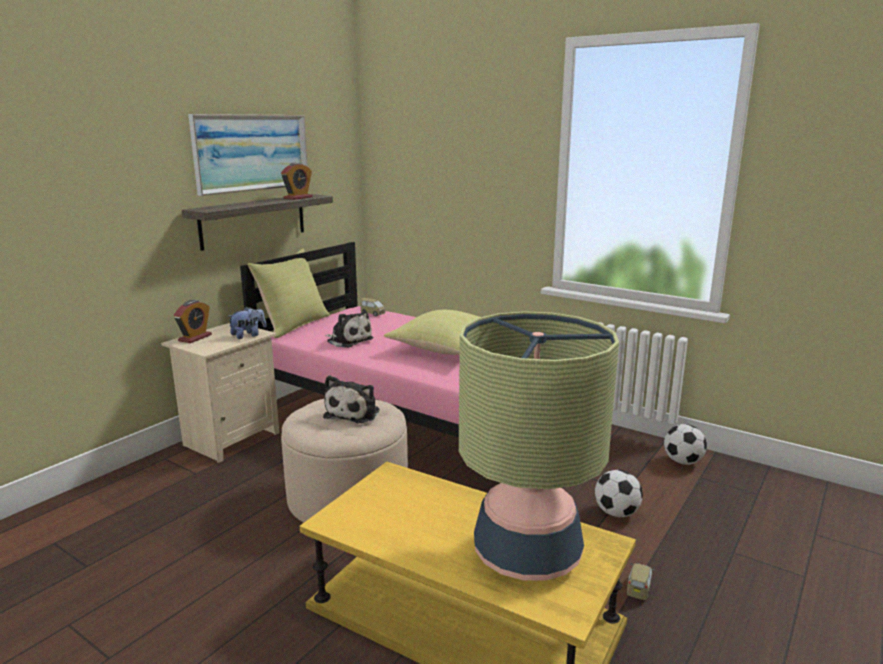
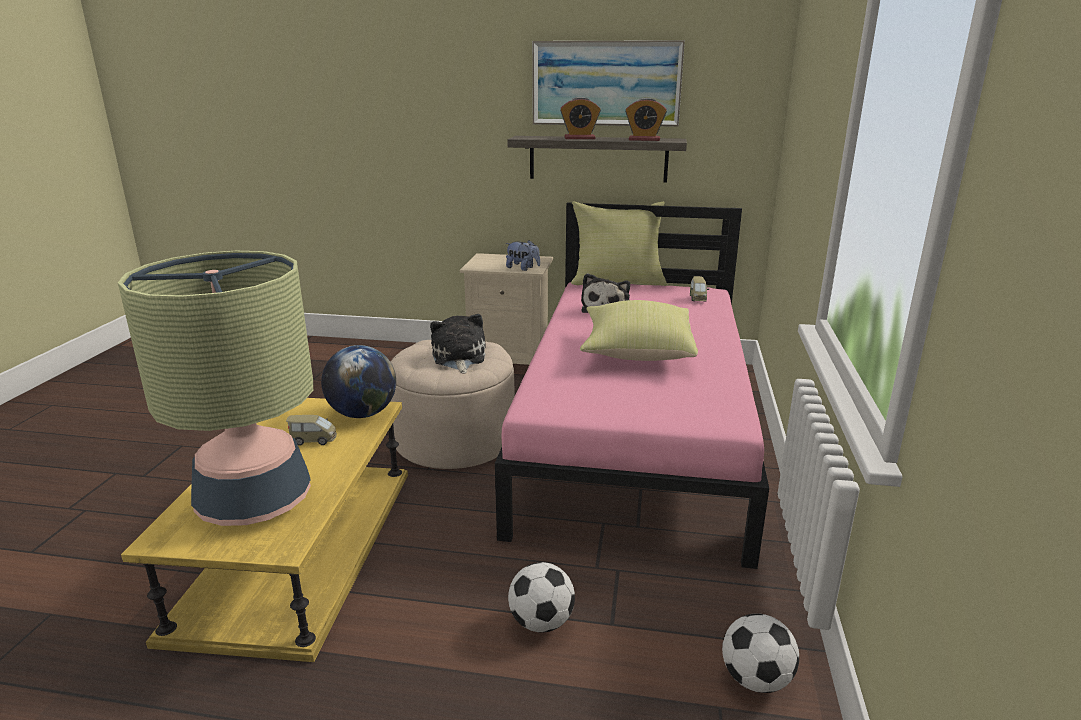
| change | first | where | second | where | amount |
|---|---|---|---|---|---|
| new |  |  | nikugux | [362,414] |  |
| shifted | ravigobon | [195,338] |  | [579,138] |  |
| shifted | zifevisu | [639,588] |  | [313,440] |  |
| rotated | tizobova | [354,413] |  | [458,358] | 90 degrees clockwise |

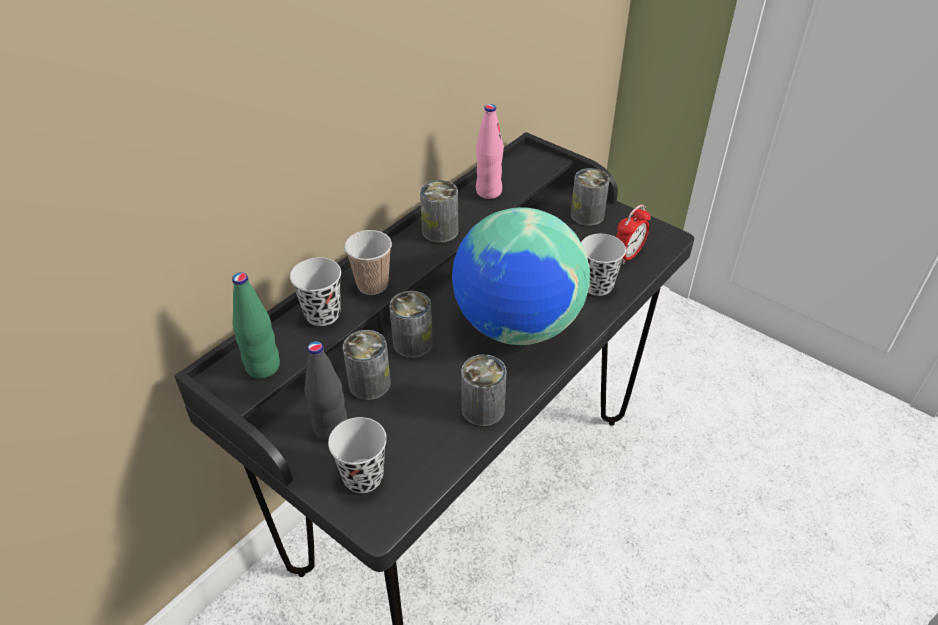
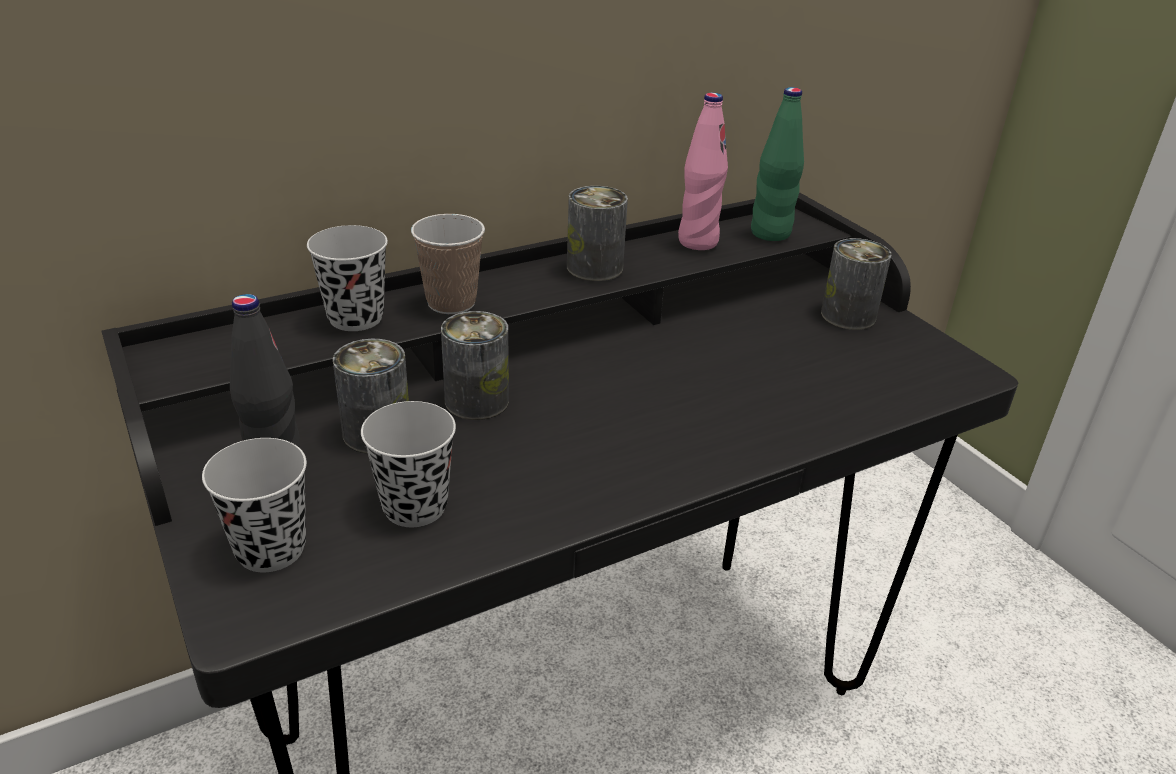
| change | first | where | second | where | amount |
|---|---|---|---|---|---|
| gone | nikugux | [517,325] |  |  |  |
| gone | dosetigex | [483,409] |  |  |  |
| gone | ravigobon | [628,255] |  |  |  |
| shifted | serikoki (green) | [263,367] |  | [770,233] |  |
| shifted | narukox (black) | [597,285] |  | [415,507] |  |

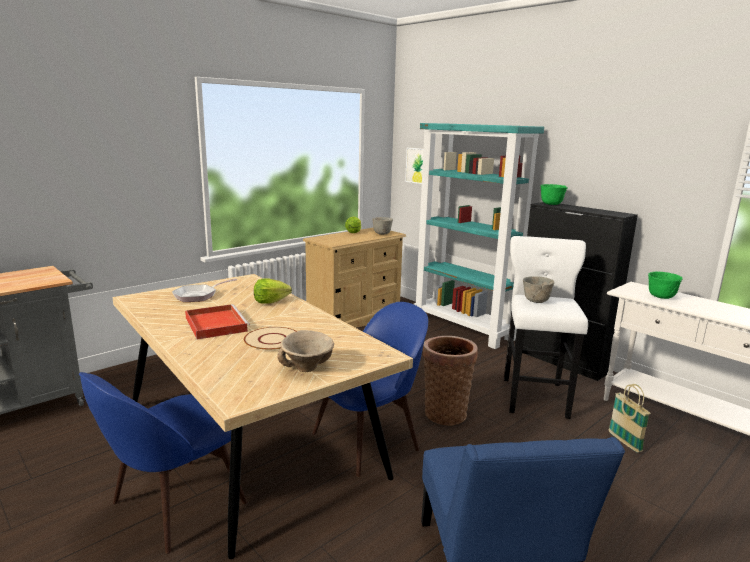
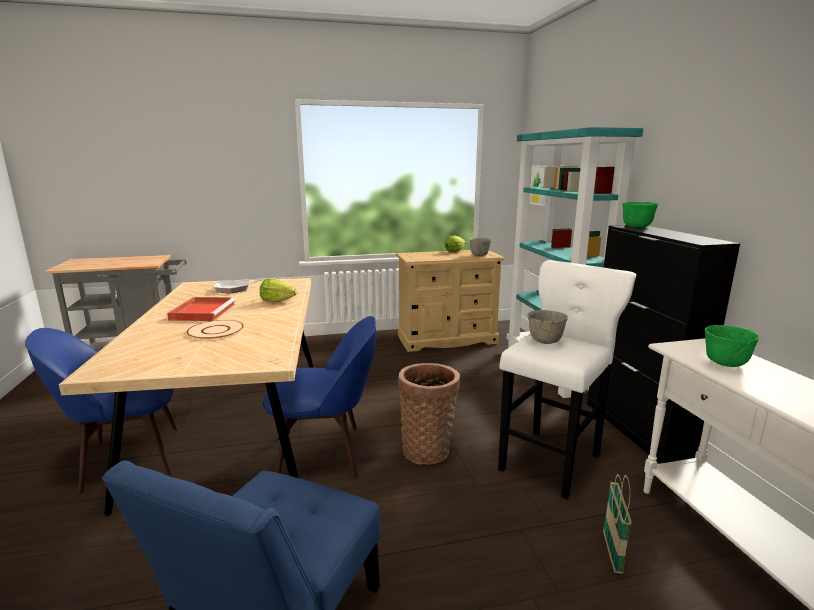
| change | first | where | second | where | amount |
|---|---|---|---|---|---|
| gone | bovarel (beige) | [307,368] |  |  |  |

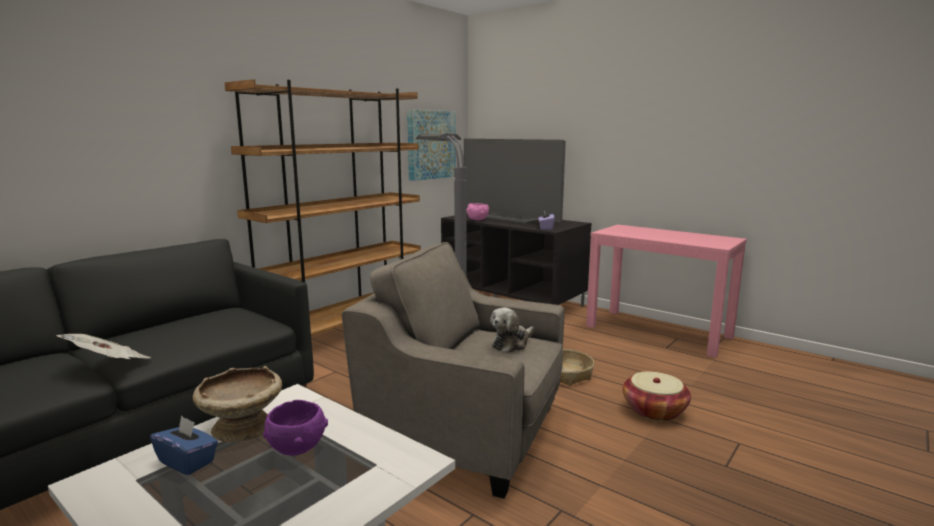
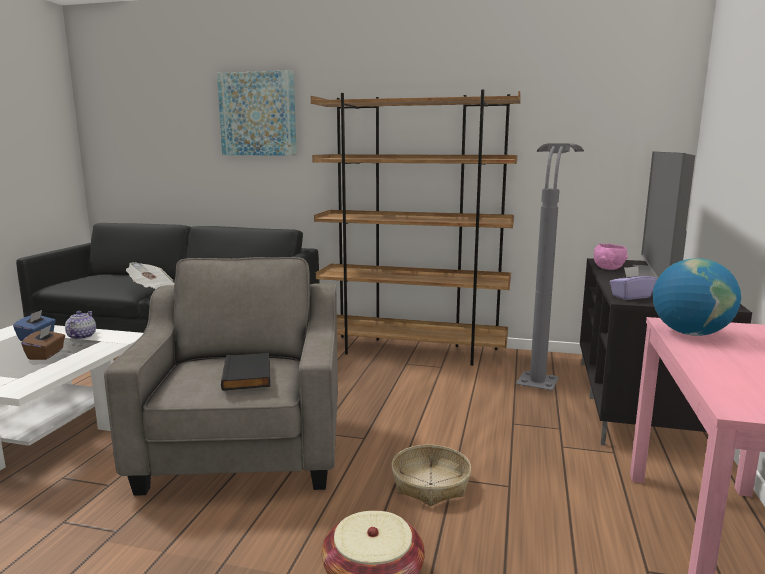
| change | first | where | second | where | amount |
|---|---|---|---|---|---|
| new |  |  | nikugux | [690,333] |  |
| shifted | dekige | [431,144] |  | [258,114] |  |
| swapped | bovarel (beige) | [242,426] | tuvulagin | [81,336] |  |
| swapped | bovarel (purple) | [296,449] | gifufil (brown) | [46,354] |  |
| swapped | tizobova | [511,344] | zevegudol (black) | [249,375] |  |

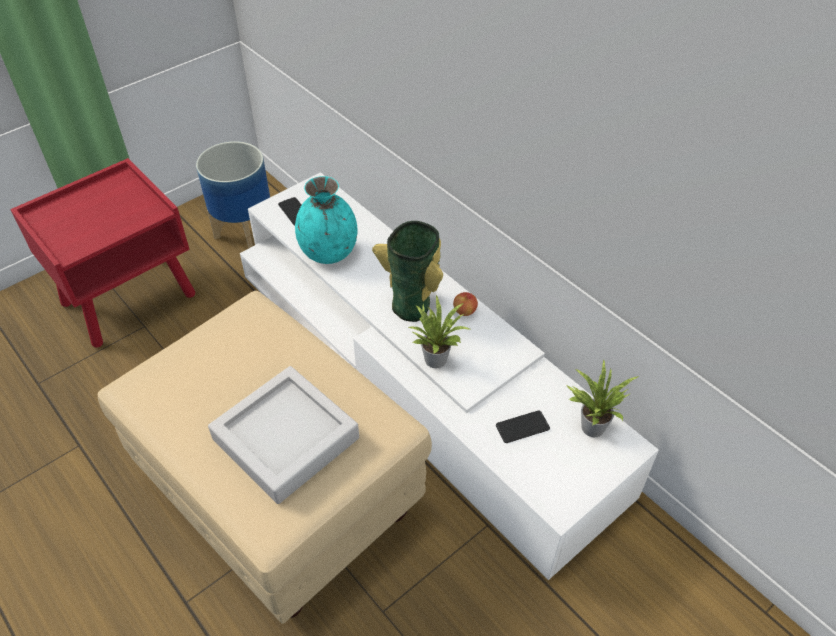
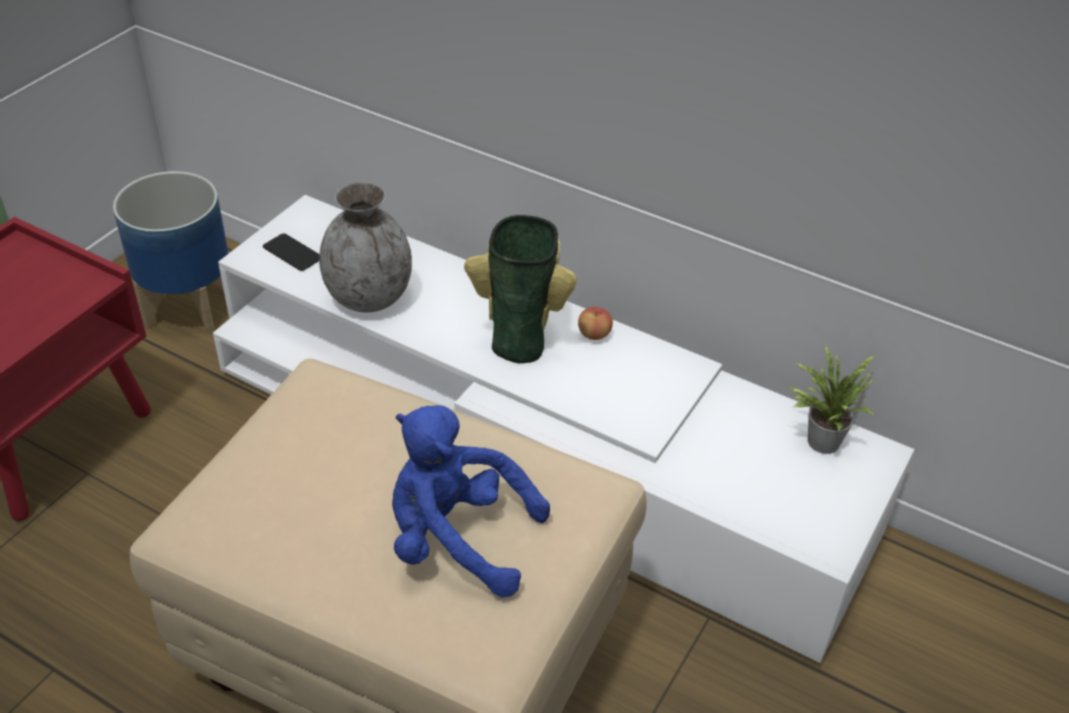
| change | first | where | second | where | amount |
|---|---|---|---|---|---|
| gone | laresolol | [436,357] |  |  |  |
| gone | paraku | [522,427] |  |  |  |
| swapped | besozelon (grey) | [286,439] | tizobova (blue) | [456,539] |  |
| repainted | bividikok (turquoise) | [329,253] | bividikok (grey) | [369,297] |  |

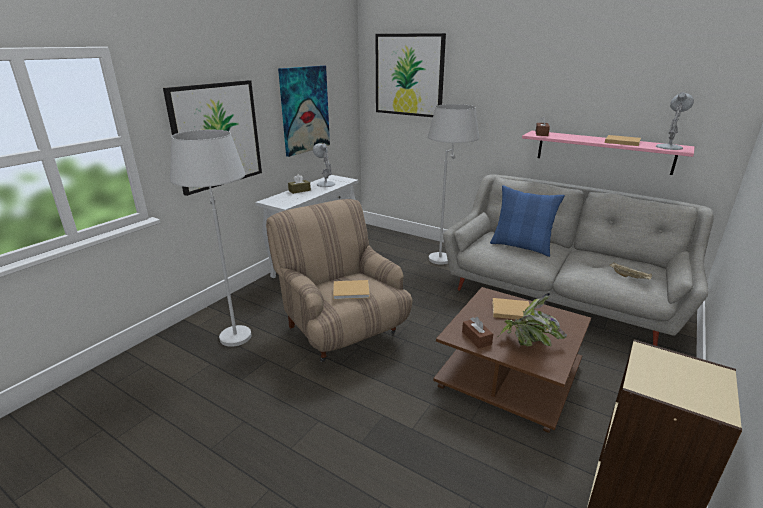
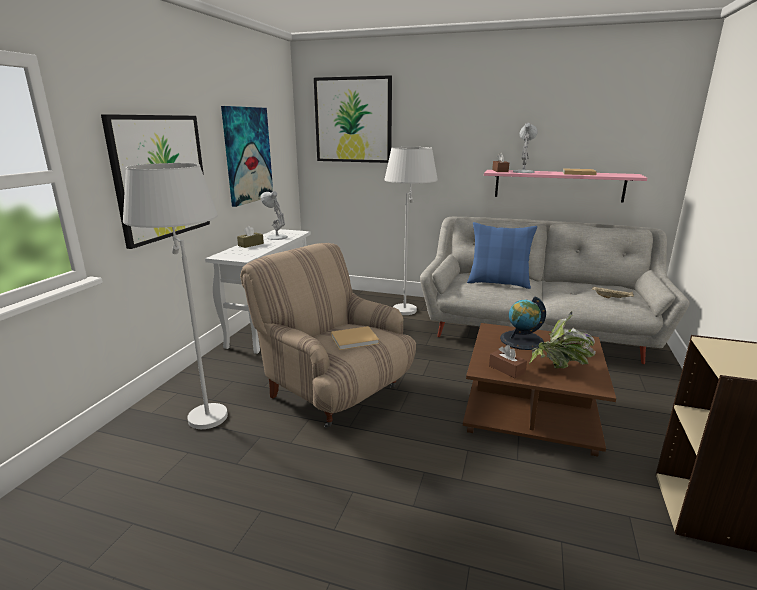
| change | first | where | second | where | amount |
|---|---|---|---|---|---|
| shifted | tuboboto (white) | [669,147] |  | [523,172] |  |
| swapped | zevegudol (beige) | [509,310] | nikugux | [521,340] |  |

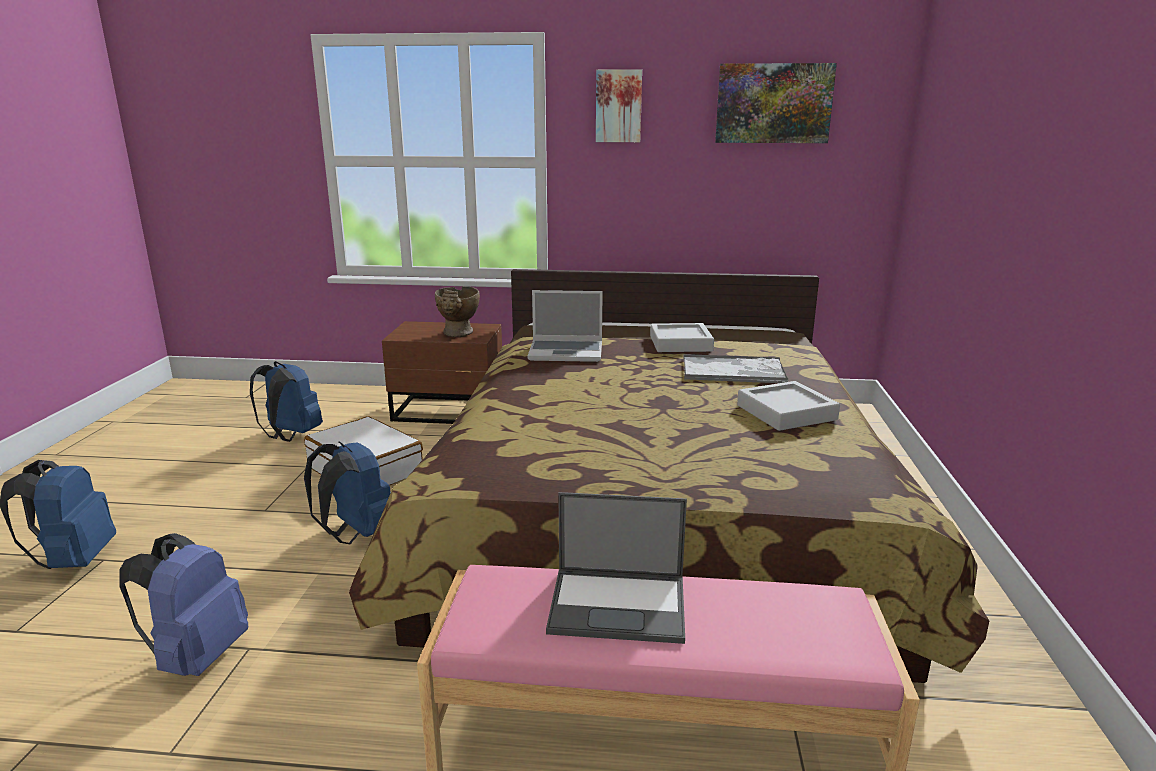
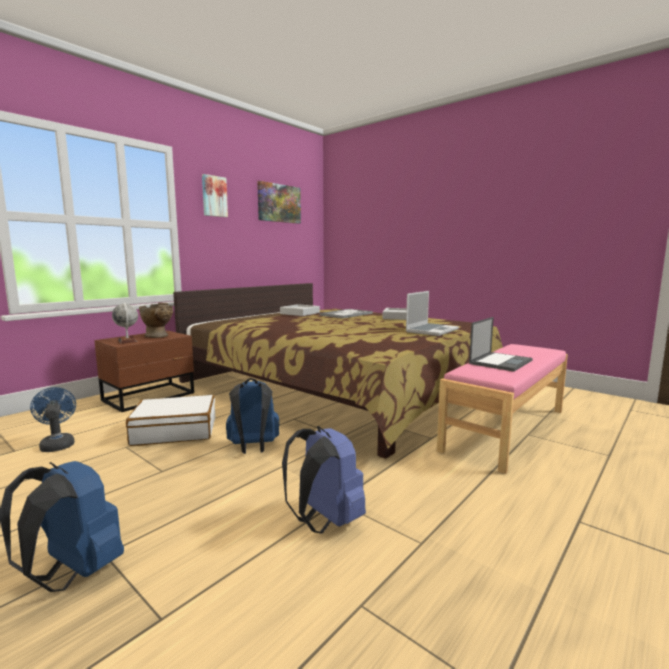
| change | first | where | second | where | amount |
|---|---|---|---|---|---|
| new |  |  | nikugux | [127,341] |  |
| shifted | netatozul | [567,352] |  | [431,330] |  |
| swapped | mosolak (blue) | [290,435] | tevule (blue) | [57,444] |  |

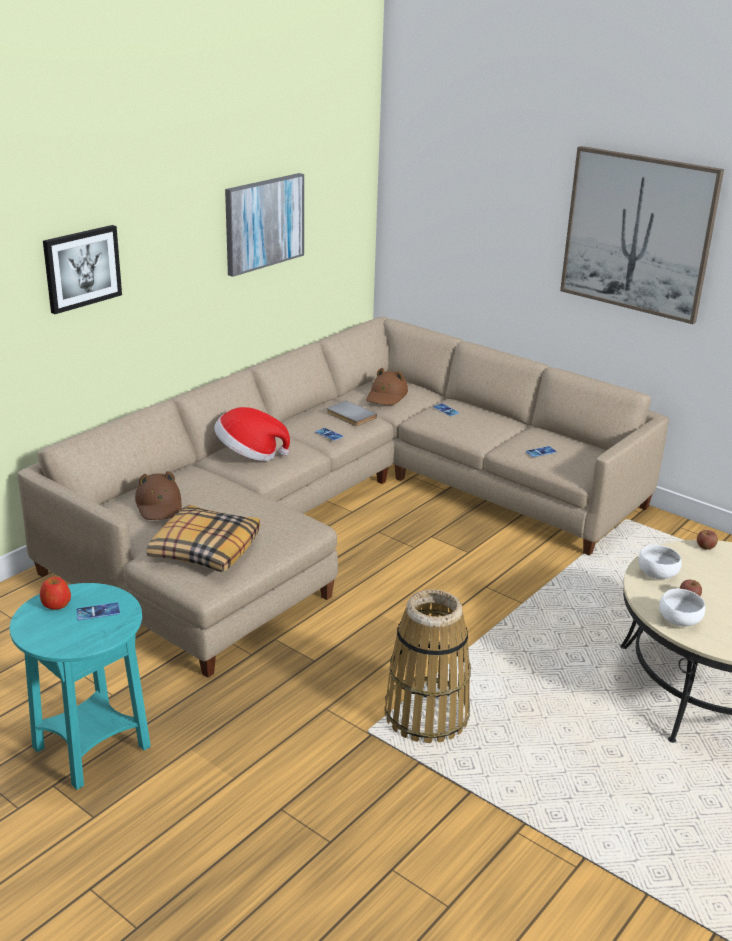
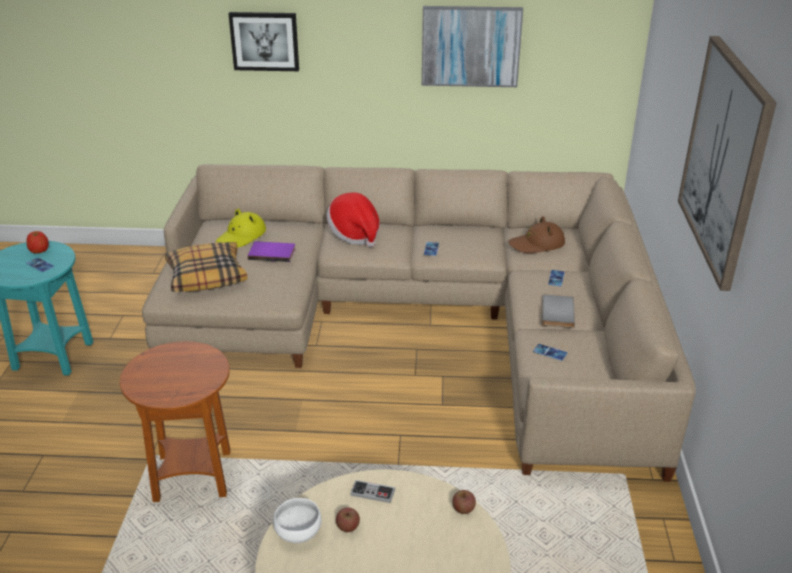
| change | first | where | second | where | amount |
|---|---|---|---|---|---|
| new |  |  | zevegudol (purple) | [272,253] |  |
| shifted | zevegudol (grey) | [350,416] |  | [555,313] |  |
| swapped | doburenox | [426,716] | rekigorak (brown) | [192,476] |  |
| swapped | bovarel (white) | [657,574] | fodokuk | [372,492] |  |
| repainted | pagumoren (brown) | [159,505] | pagumoren (yellow) | [241,236] |  |

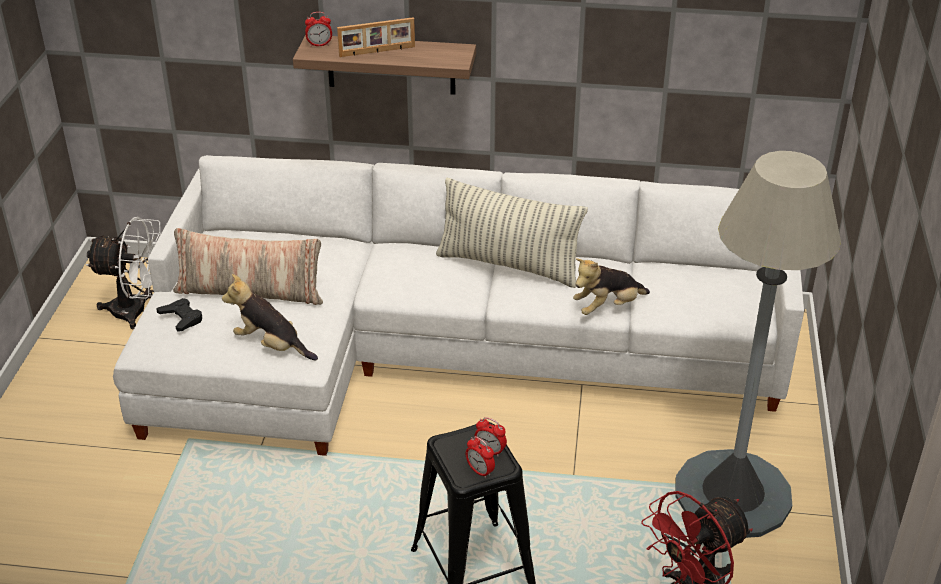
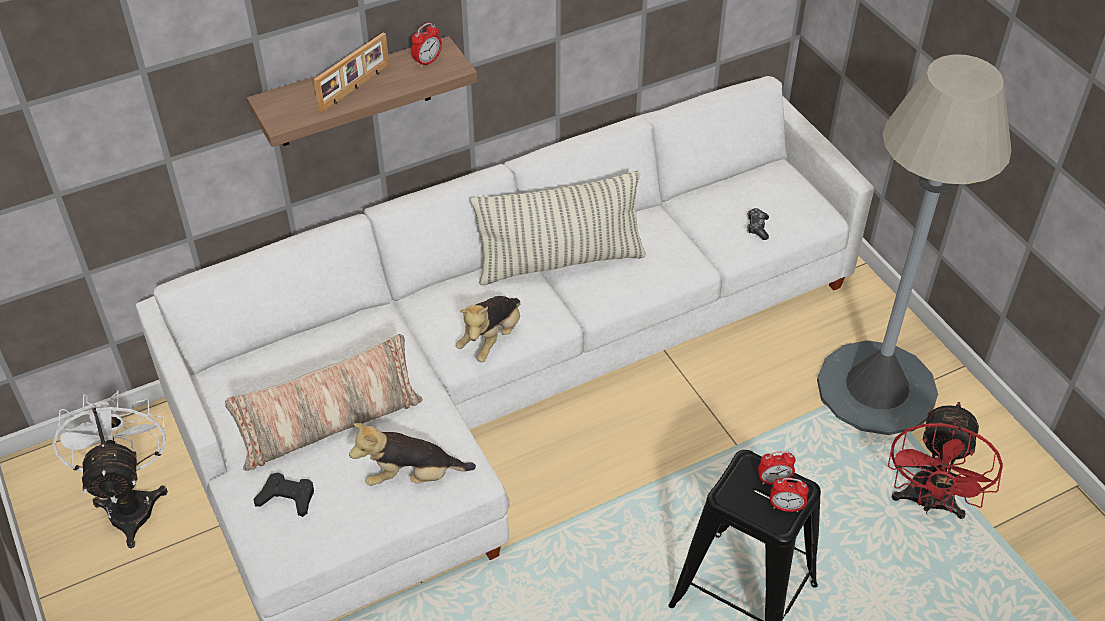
| change | first | where | second | where | amount |
|---|---|---|---|---|---|
| new |  |  | fodokuk | [757,227] |  |
| shifted | ravigobon | [319,45] |  | [427,61] |  |
| shifted | tizobova | [607,307] |  | [491,339] |  |
| rotated | tevule (white) | [138,311] |  | [131,502] | 75 degrees counterclockwise |

